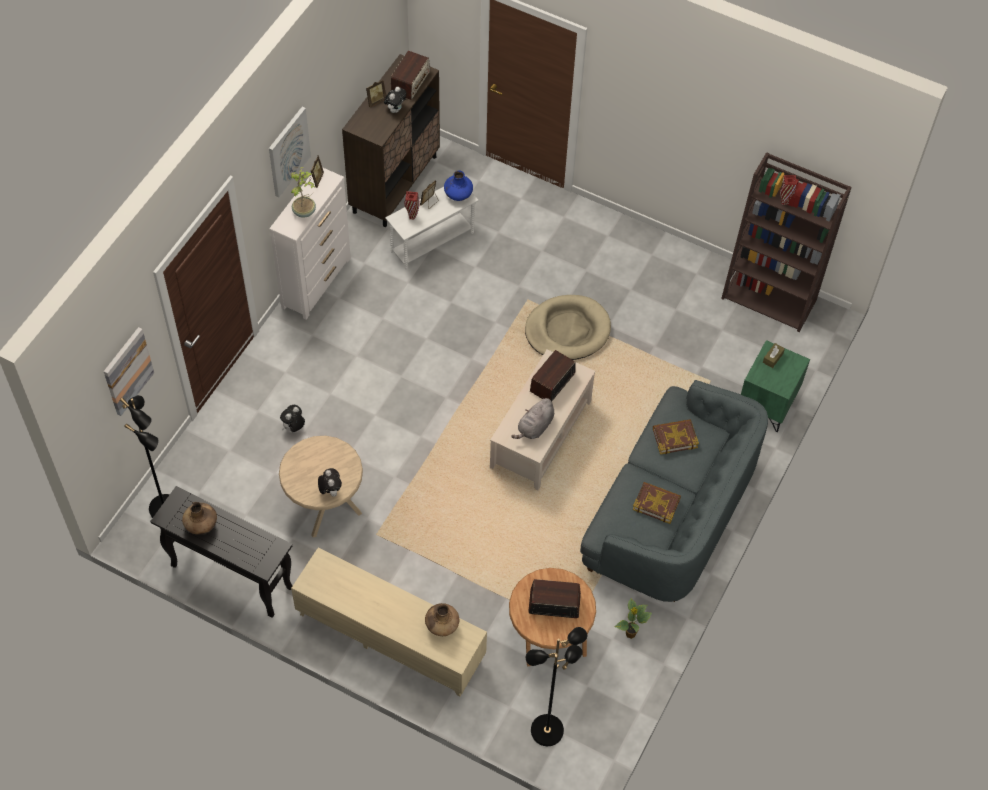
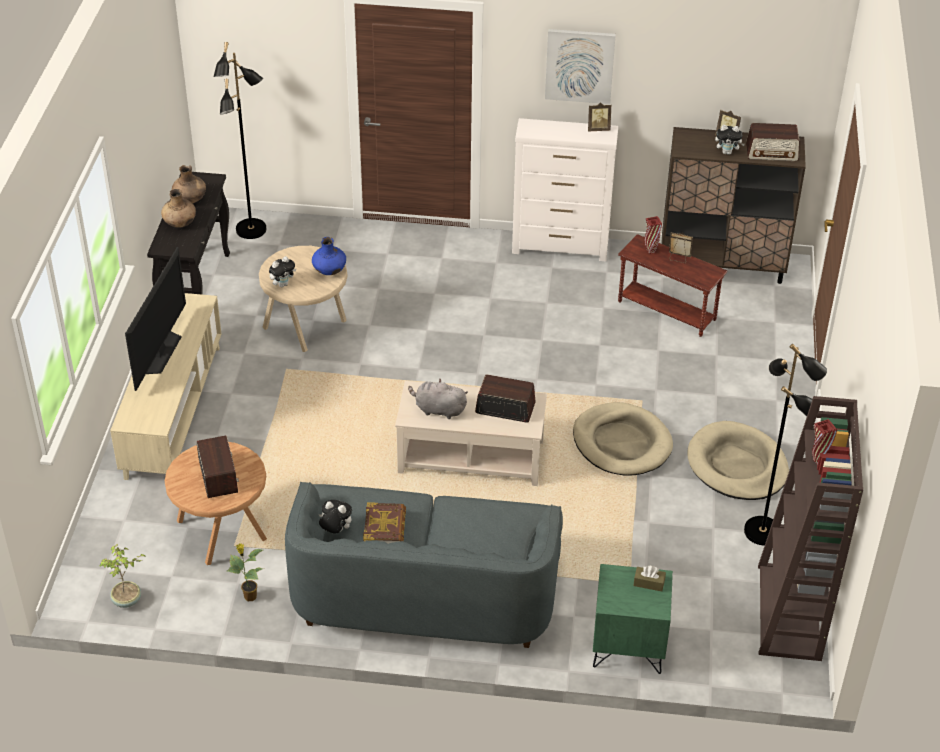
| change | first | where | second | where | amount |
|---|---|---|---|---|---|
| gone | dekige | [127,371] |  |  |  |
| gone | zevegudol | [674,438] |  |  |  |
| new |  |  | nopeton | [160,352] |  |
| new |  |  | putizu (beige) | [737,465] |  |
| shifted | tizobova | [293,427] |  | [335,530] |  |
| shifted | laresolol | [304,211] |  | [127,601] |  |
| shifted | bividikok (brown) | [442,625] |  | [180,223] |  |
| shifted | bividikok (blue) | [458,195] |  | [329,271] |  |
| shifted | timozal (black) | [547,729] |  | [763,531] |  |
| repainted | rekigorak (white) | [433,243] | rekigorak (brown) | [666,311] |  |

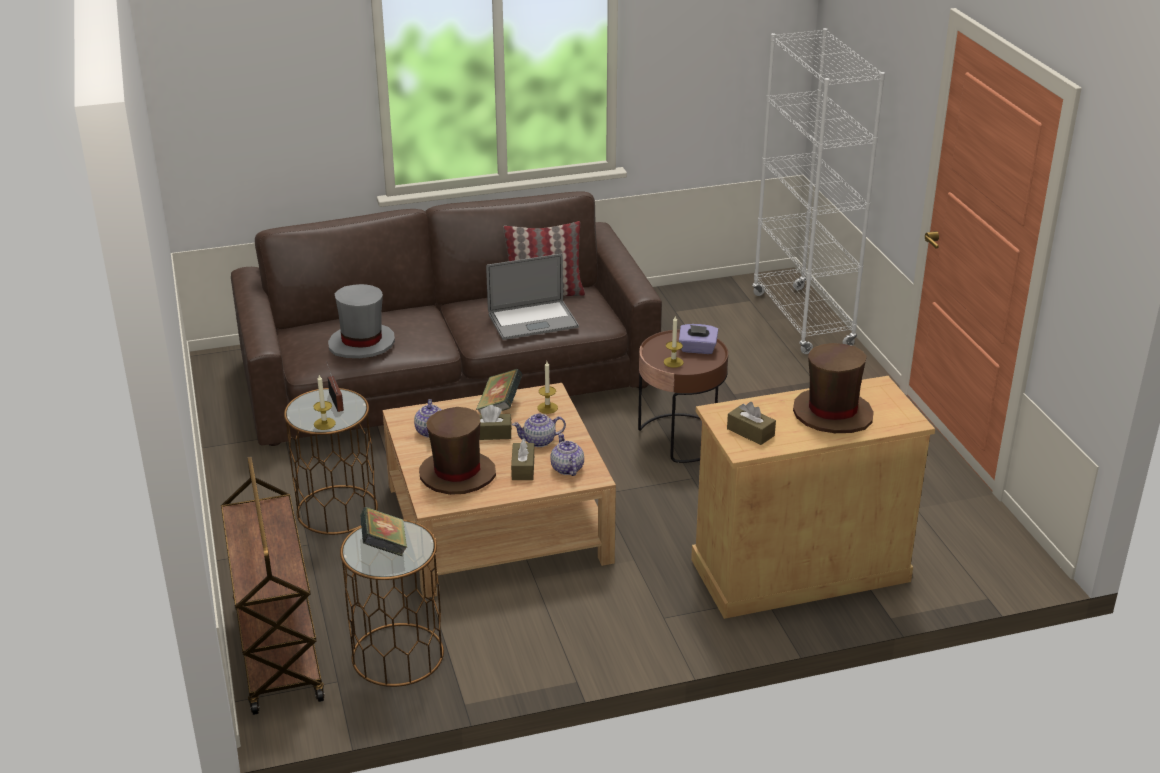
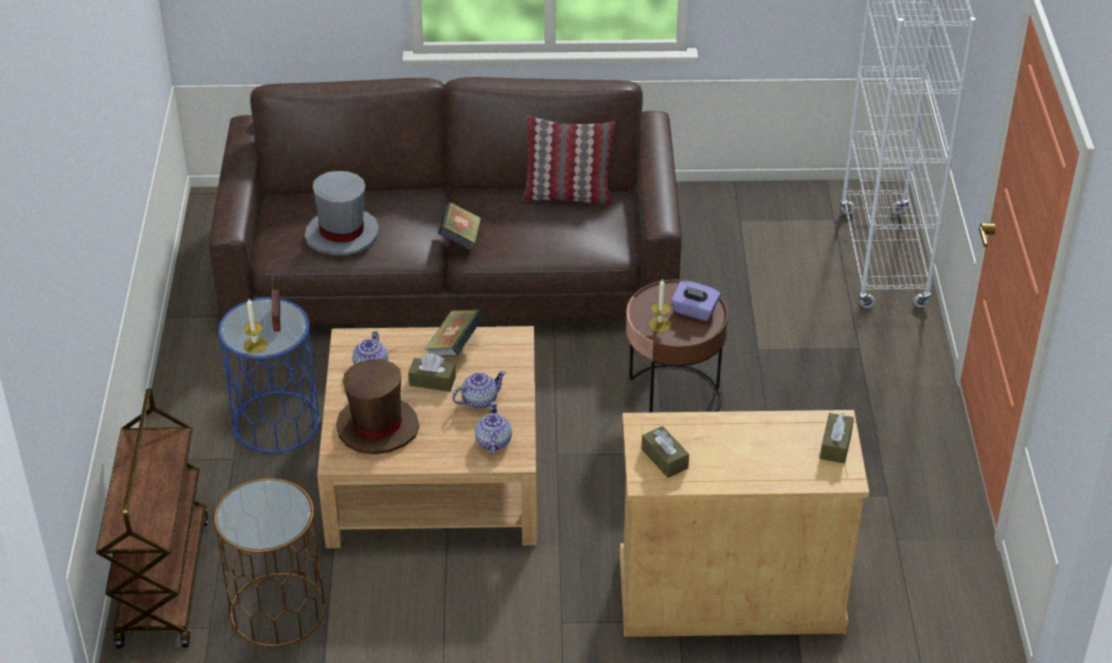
| change | first | where | second | where | amount |
|---|---|---|---|---|---|
| gone | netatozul | [533,321] |  |  |  |
| gone | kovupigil | [547,408] |  |  |  |
| gone | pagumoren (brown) | [832,414] |  |  |  |
| shifted | zevegudol | [385,547] |  | [460,239] |  |
| shifted | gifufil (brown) | [523,468] |  | [835,445] |  |
| repainted | rekigorak (brown) | [337,510] | rekigorak (blue) | [276,422] |  |
| rotated | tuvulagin | [539,441] |  | [479,400] | 150 degrees clockwise |

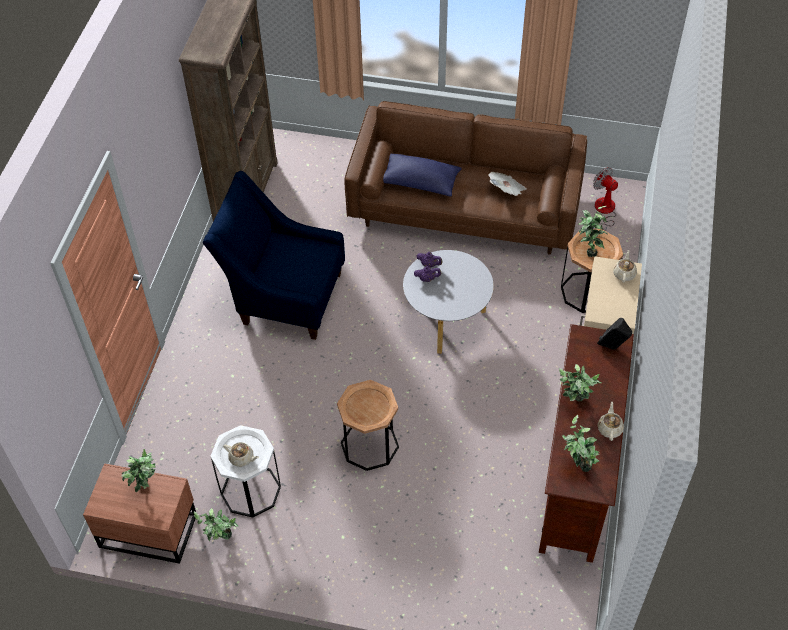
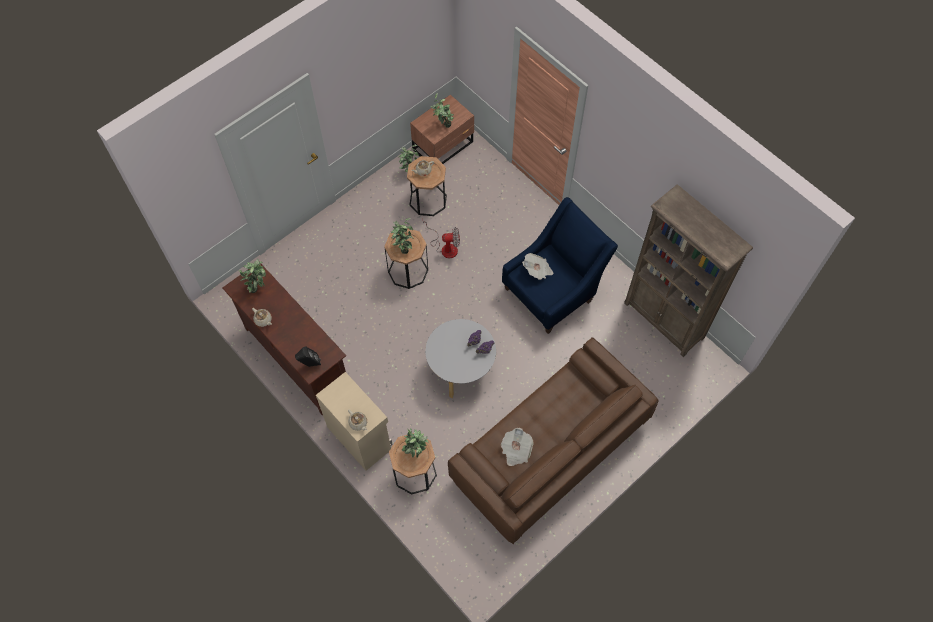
| change | first | where | second | where | amount |
|---|---|---|---|---|---|
| gone | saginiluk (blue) | [419,182] |  |  |  |
| new |  |  | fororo | [537,271] |  |
| shifted | laresolol | [574,403] |  | [403,247] |  |
| shifted | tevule | [604,212] |  | [445,247] |  |
| repainted | rekigorak (white) | [250,490] | rekigorak (brown) | [428,200] |  |

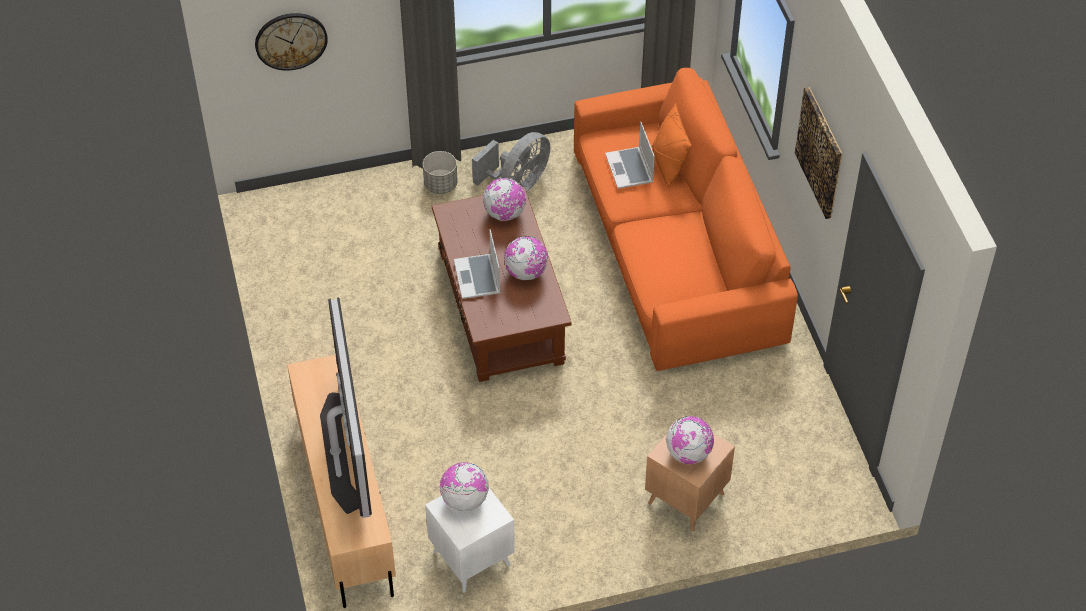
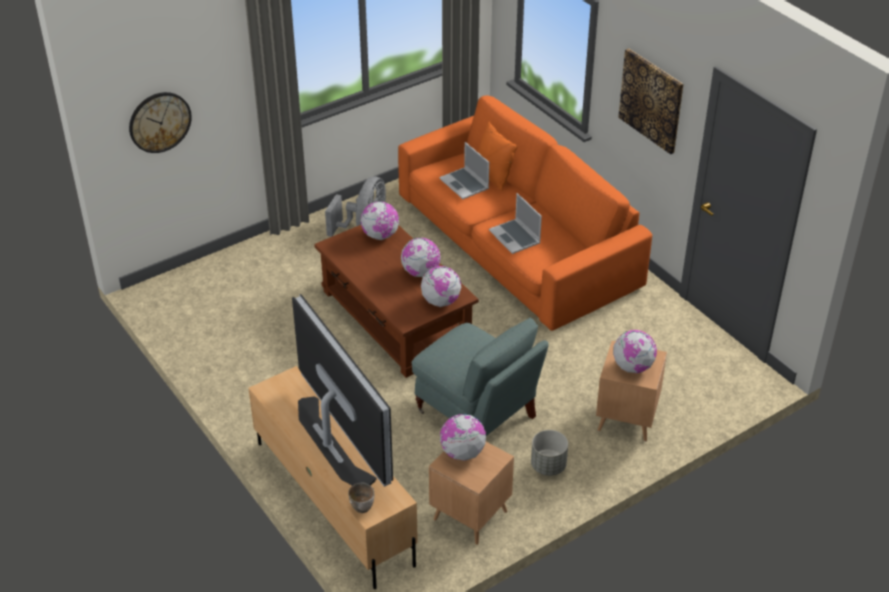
| change | first | where | second | where | amount |
|---|---|---|---|---|---|
| new |  |  | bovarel | [363,508] |  |
| new |  |  | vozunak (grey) | [476,415] |  |
| new |  |  | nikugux | [441,301] |  |
| shifted | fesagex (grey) | [440,185] |  | [548,466] |  |
| shifted | netatozul | [478,278] |  | [515,237] |  |
| repainted | rekigorak (white) | [471,558] | rekigorak (brown) | [470,515] |  |

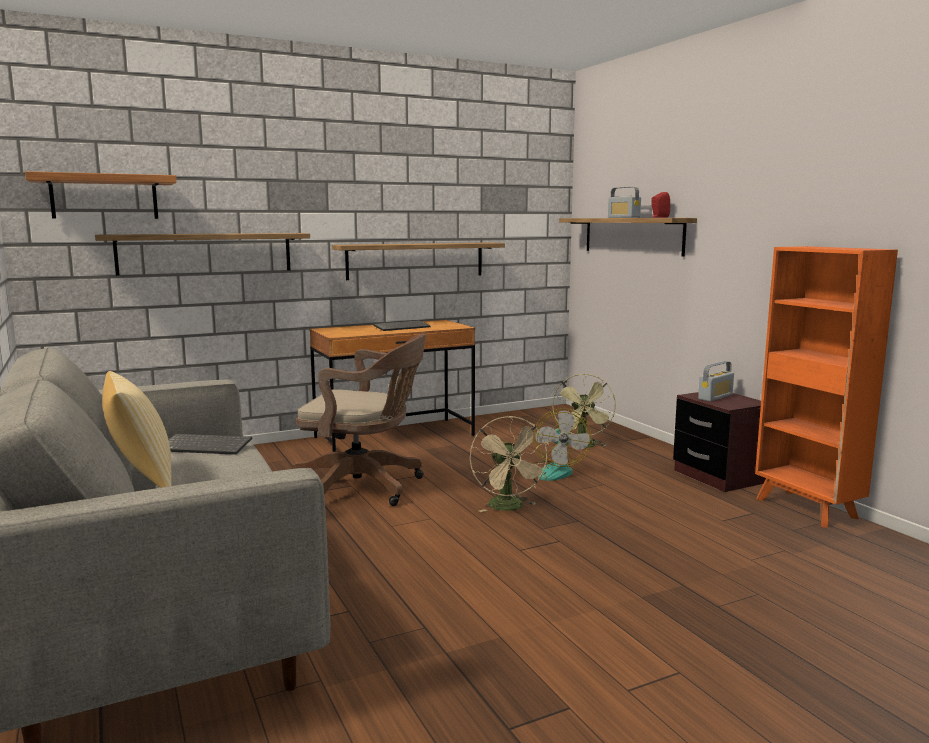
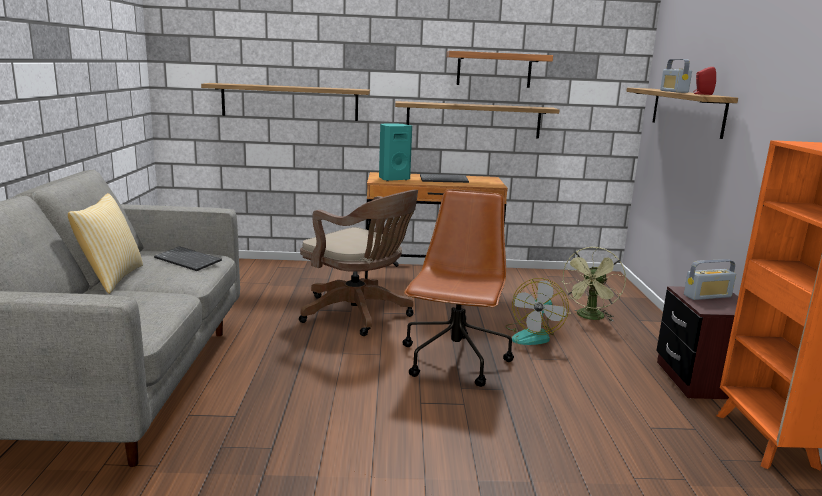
| change | first | where | second | where | amount |
|---|---|---|---|---|---|
| new |  |  | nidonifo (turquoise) | [393,179] |  |
| shifted | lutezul | [104,197] |  | [494,70] |  |
| swapped | tevule (beige) | [509,508] | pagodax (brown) | [454,361] |  |

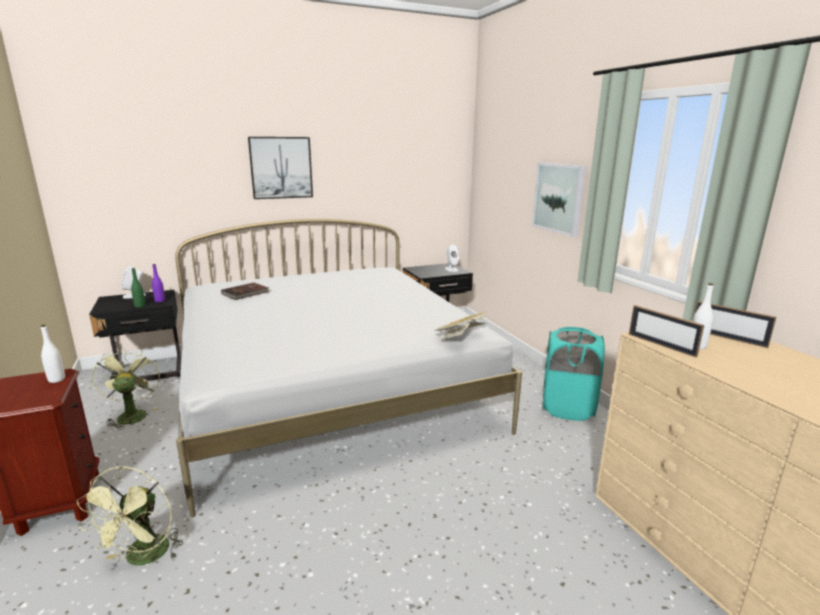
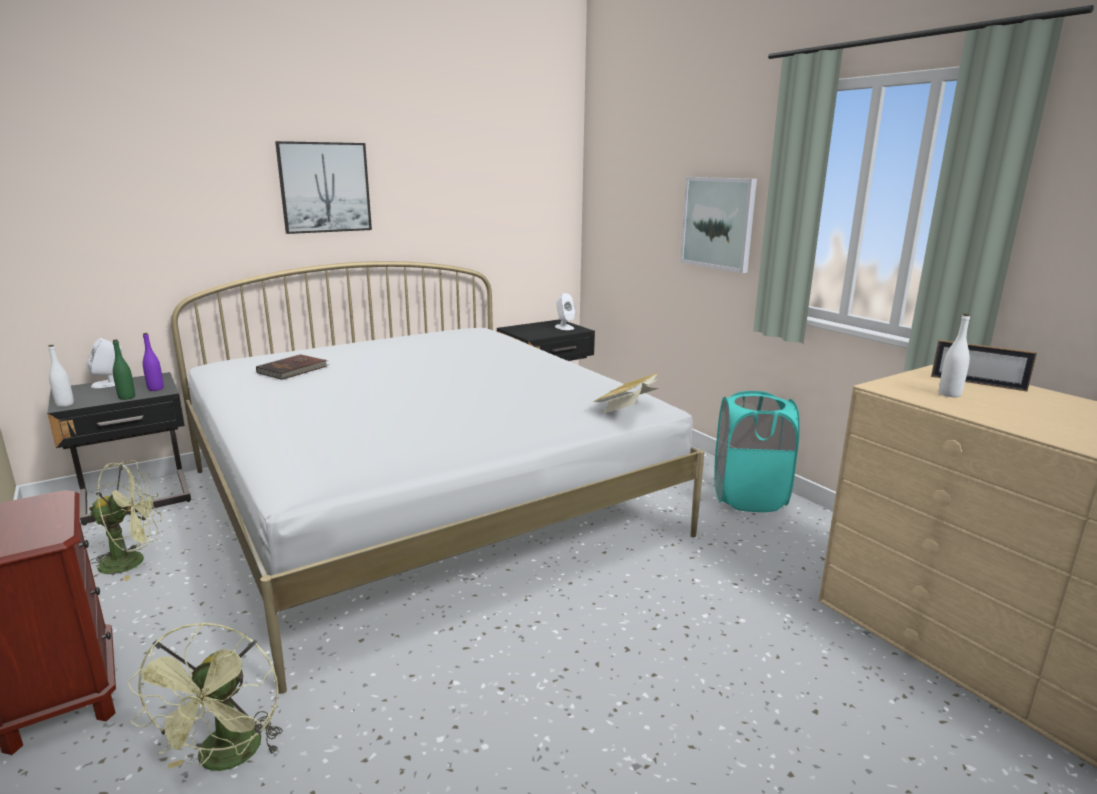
| change | first | where | second | where | amount |
|---|---|---|---|---|---|
| gone | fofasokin | [661,345] |  |  |  |
| shifted | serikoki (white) | [56,379] |  | [65,404] |  |
| rotated | tevule (green) | [132,414] |  | [133,561] | 105 degrees clockwise |

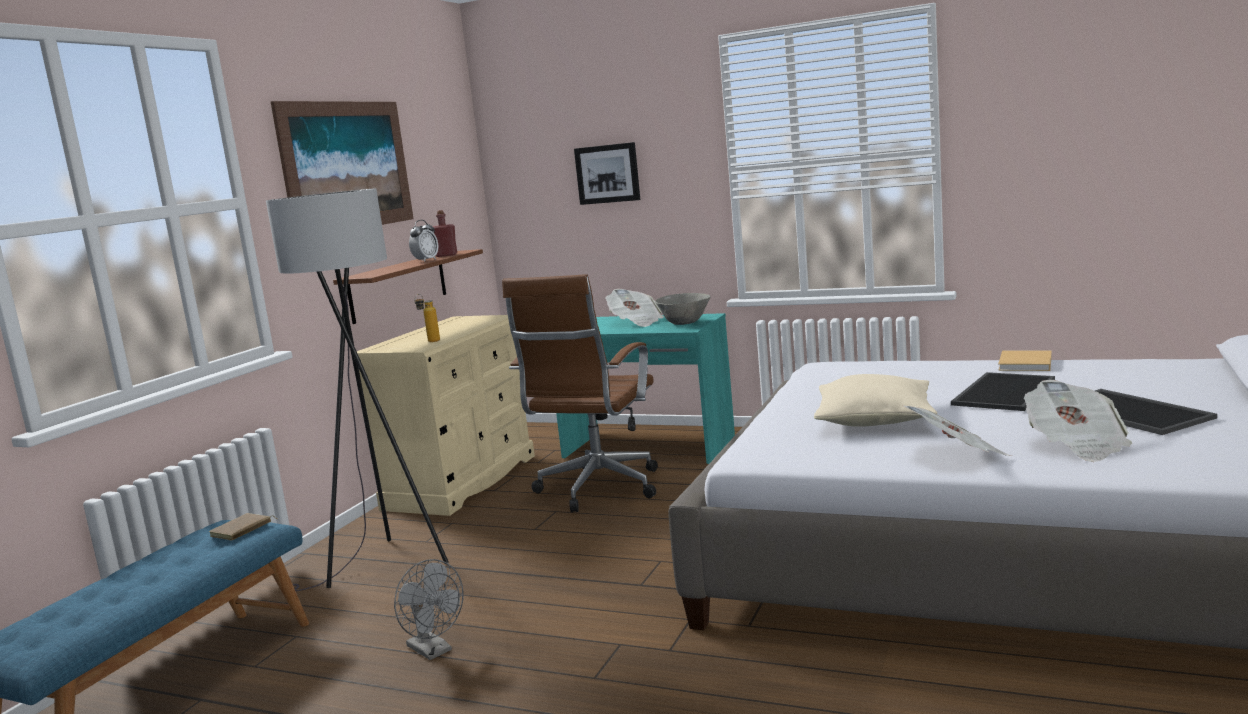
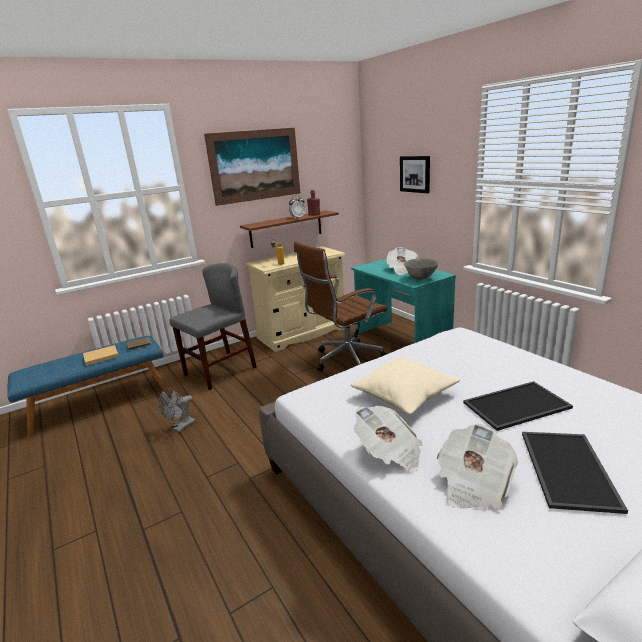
| change | first | where | second | where | amount |
|---|---|---|---|---|---|
| shifted | zevegudol (beige) | [1025,364] |  | [100,356] |  |
| swapped | timozal (grey) | [380,567] | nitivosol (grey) | [220,371] |  |
| rotated | tevule (grey) | [434,651] |  | [181,427] | 45 degrees clockwise |

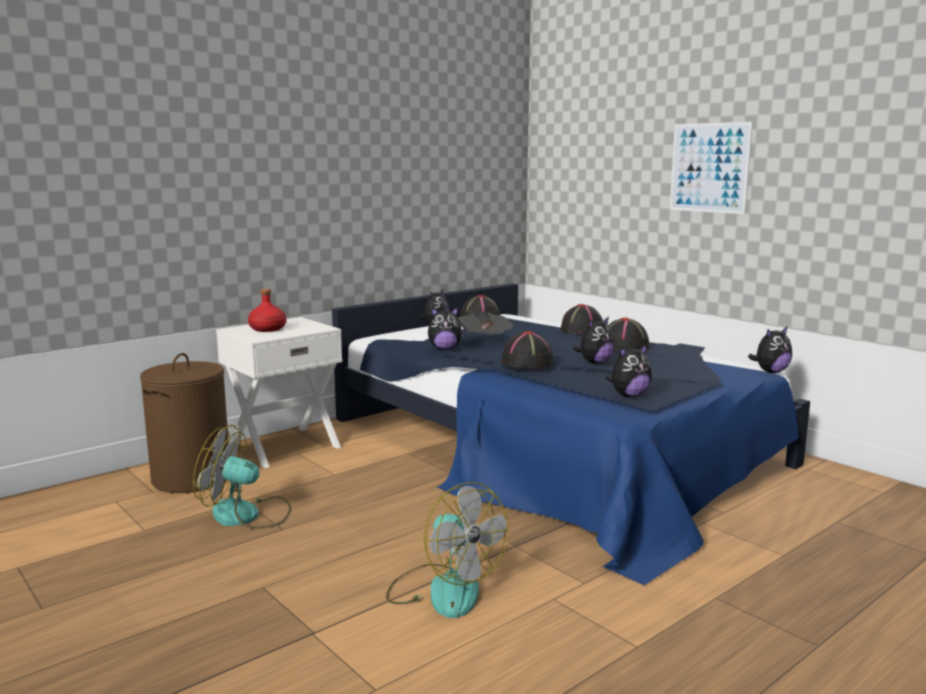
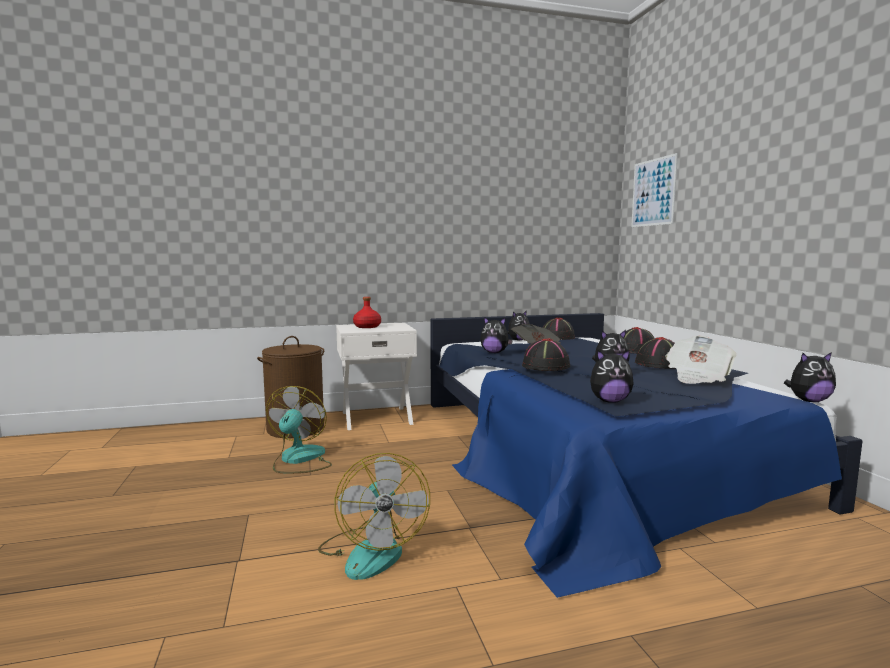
| change | first | where | second | where | amount |
|---|---|---|---|---|---|
| new |  |  | fororo | [697,377] |  |
| shifted | dekige | [709,168] |  | [653,192] |  |
| rotated | tevule | [247,515] |  | [299,460] | 60 degrees clockwise |

